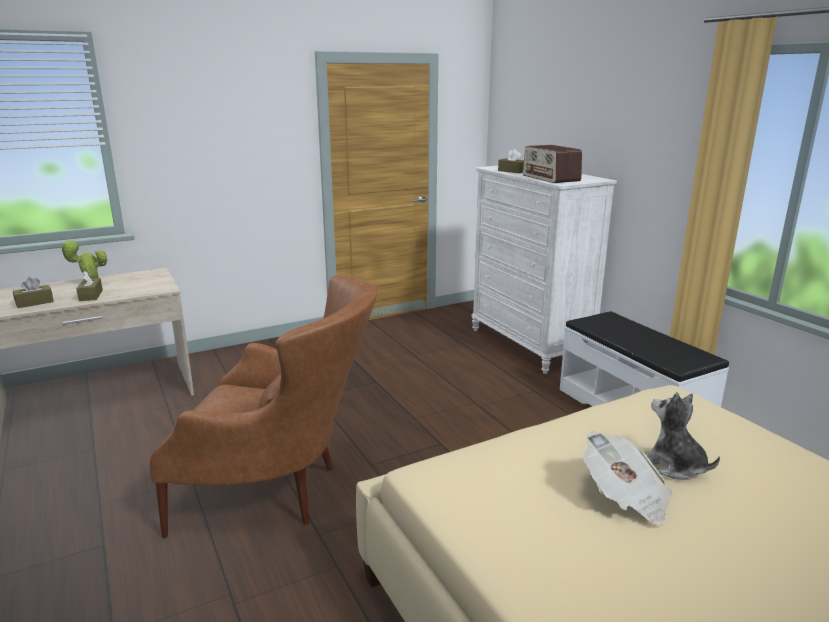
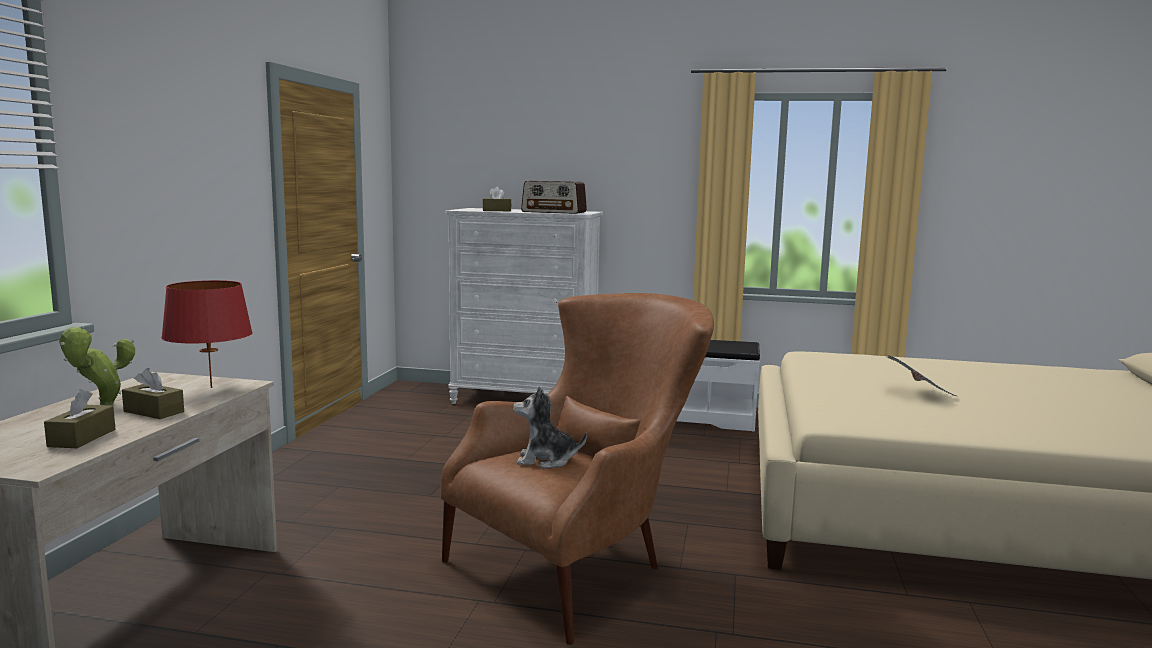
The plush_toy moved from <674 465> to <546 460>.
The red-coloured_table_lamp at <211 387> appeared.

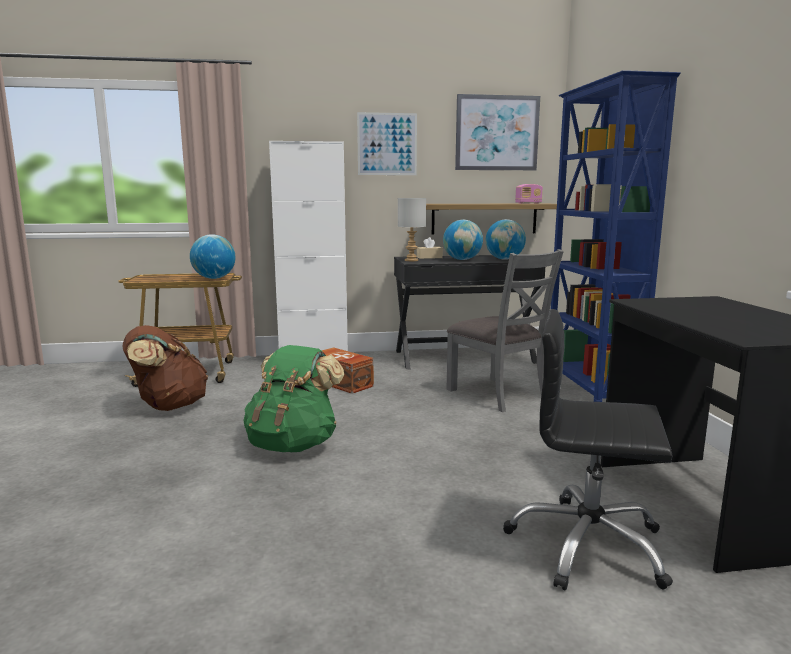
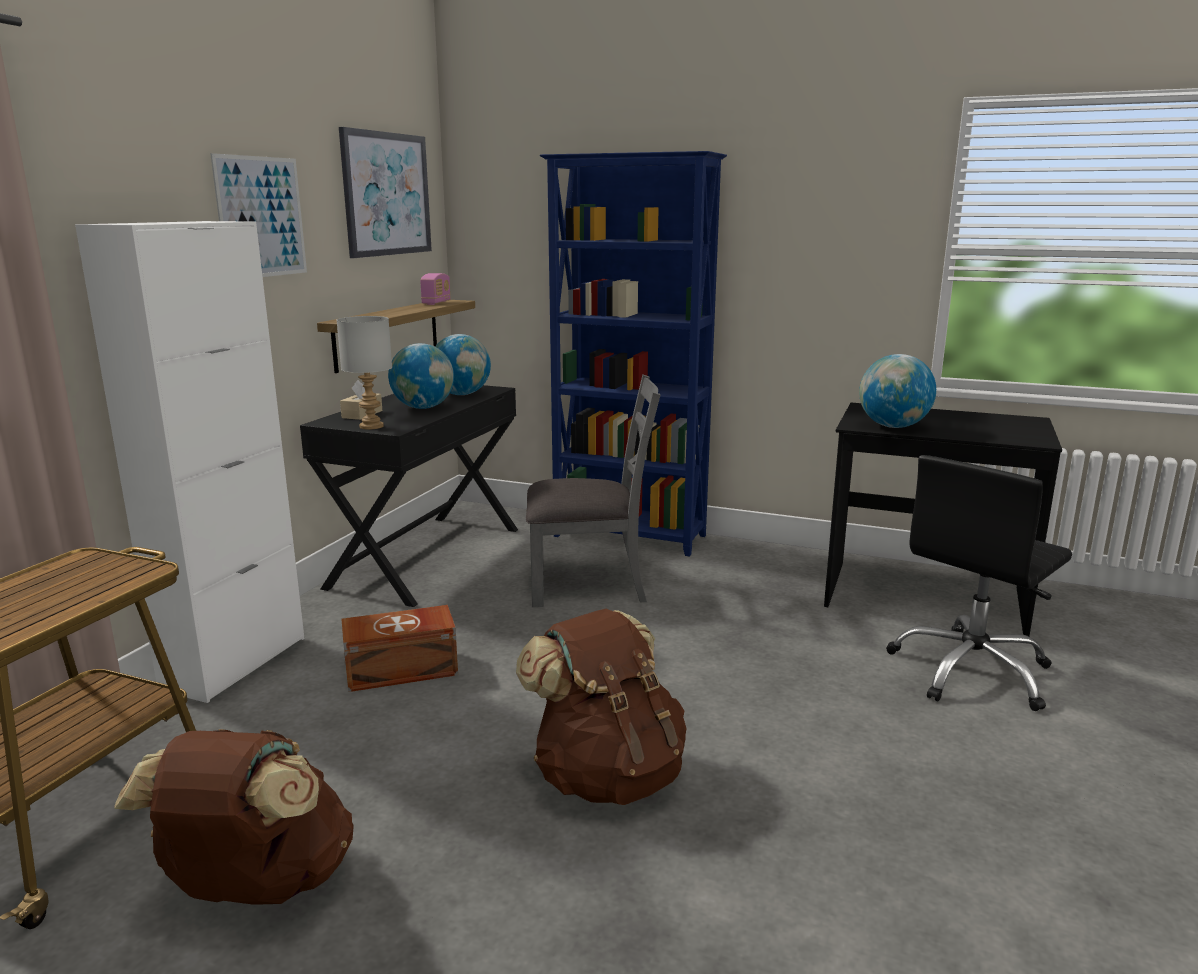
The desk_globe moved from <214 278> to <893 427>.
The green-coloured_knapsack at <293 444> became the brown_knapsack at <607 775>.

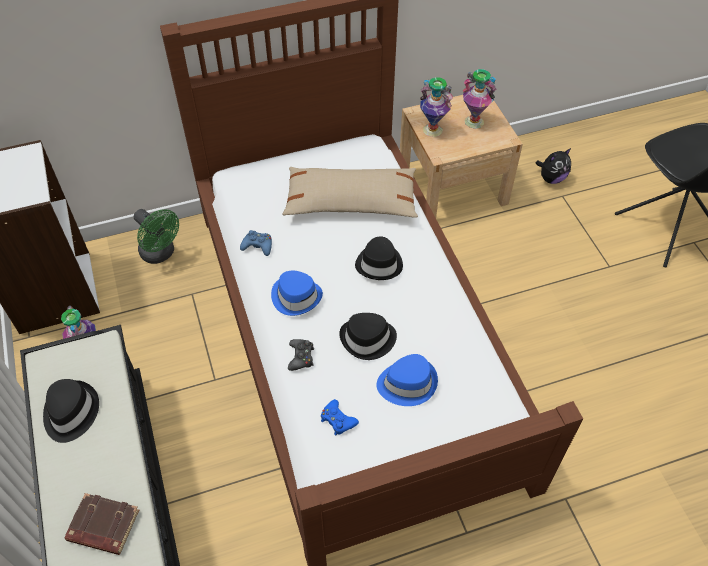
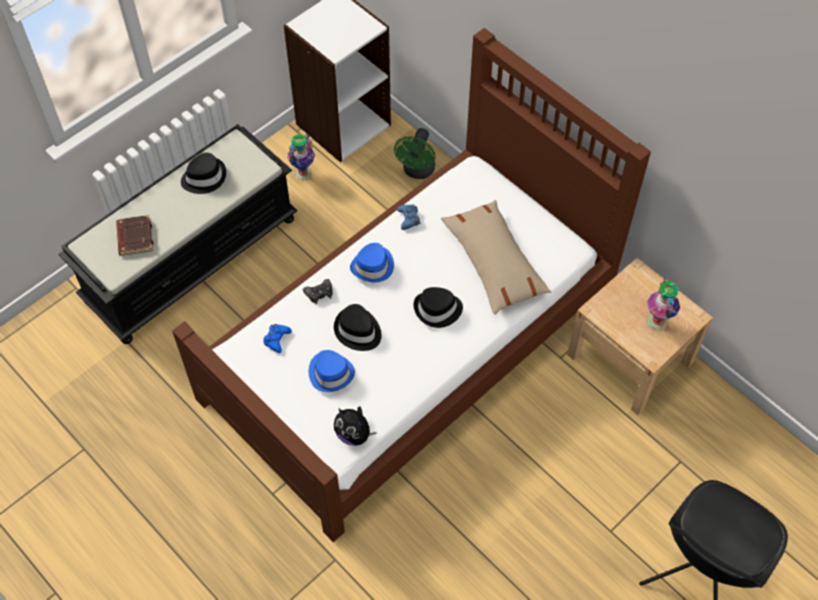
The decorative_vase at <432 130> disappeared.
The plush_toy moved from <551 178> to <354 434>.

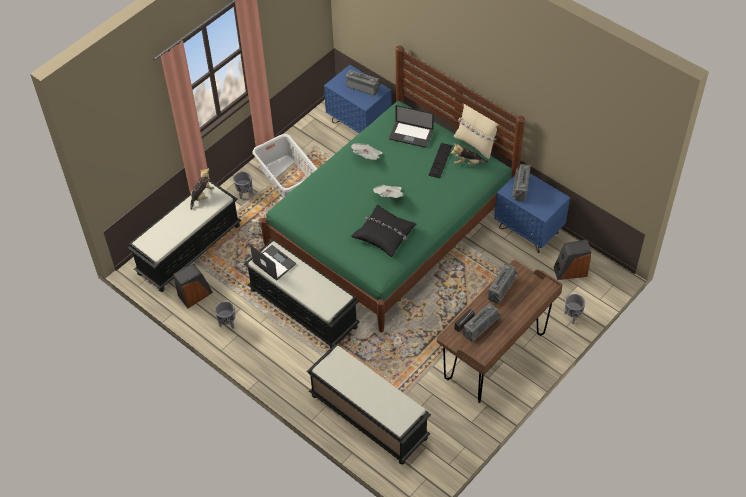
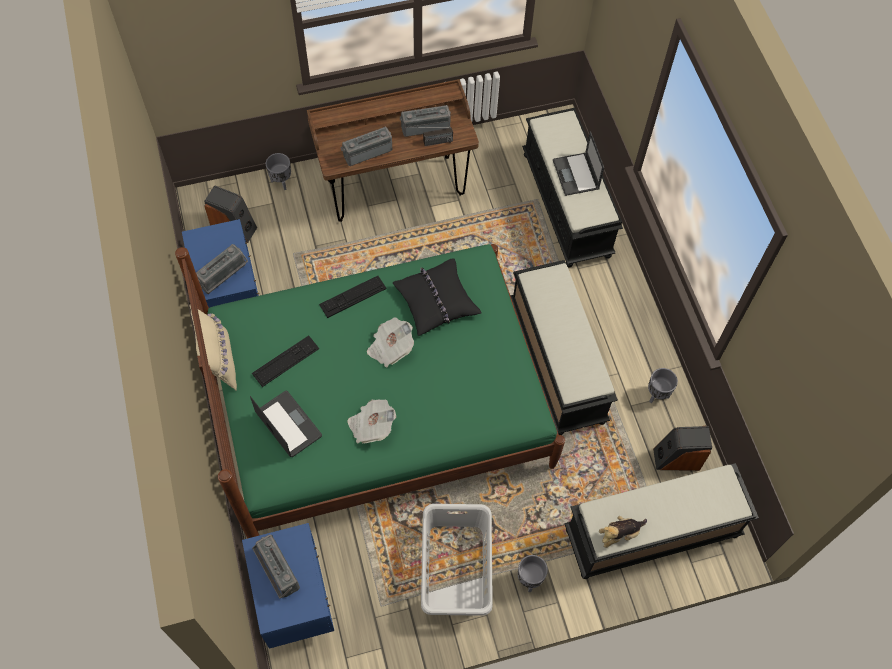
The notebook_computer moved from <273 262> to <576 175>.
The plush_toy at <467 163> disappeared.
The keyboard at <352 296> appeared.

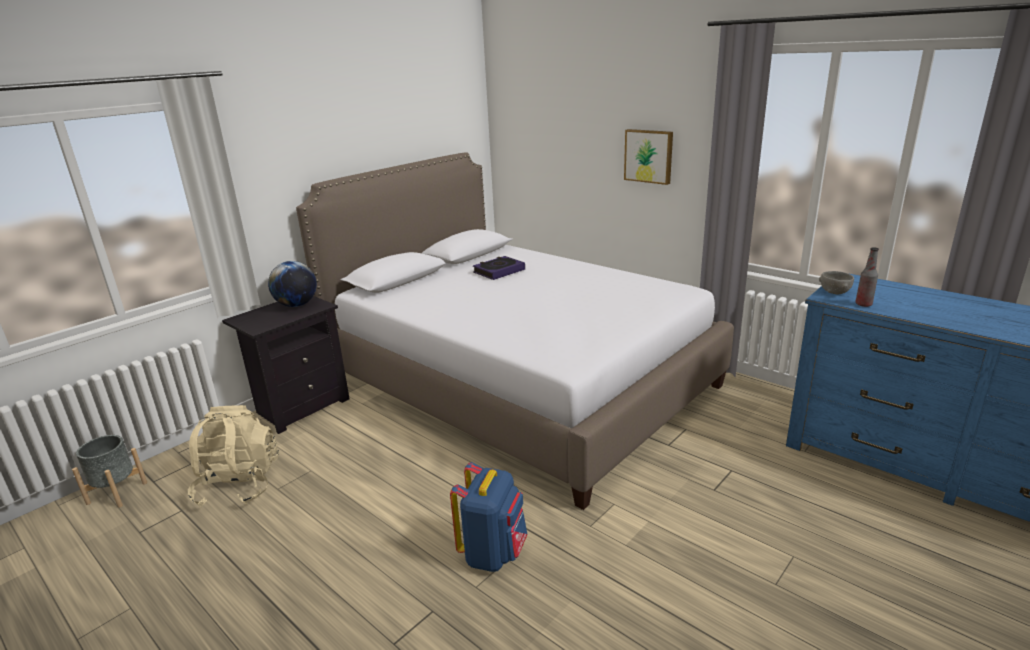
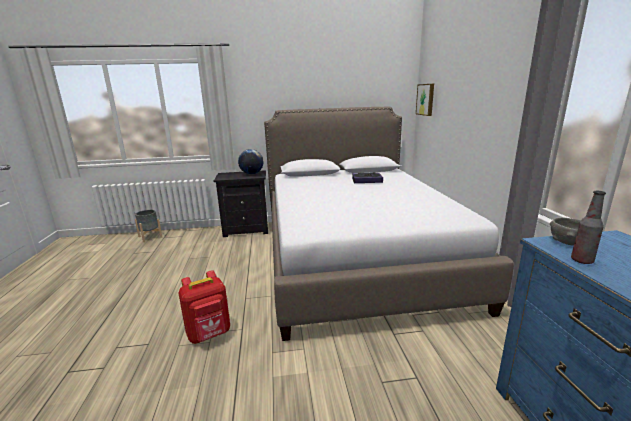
The beige-coloured_knapsack at <239 485> disappeared.
The blue_knapsack at <493 553> became the red-coloured_knapsack at <209 334>.
The picture moved from <649 156> to <426 99>.

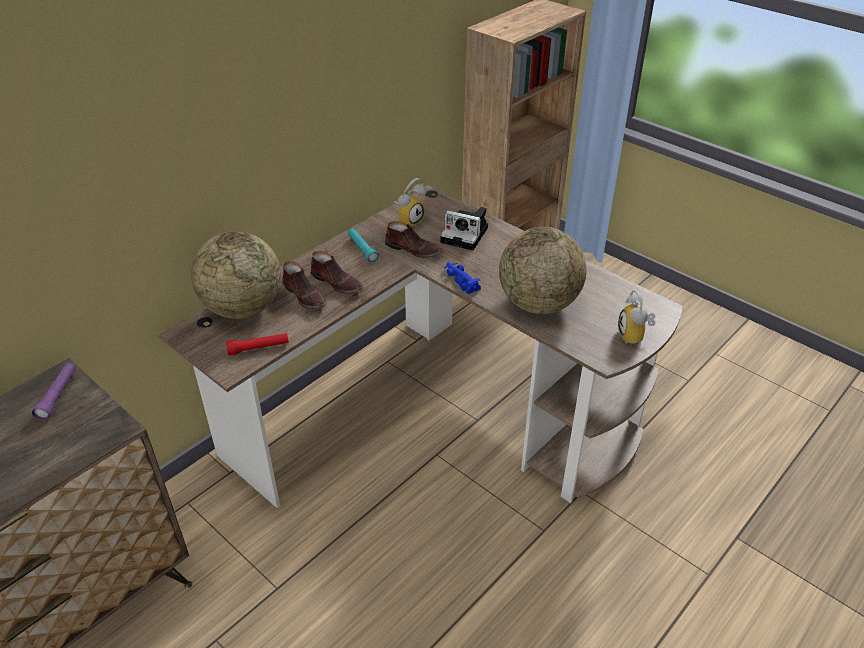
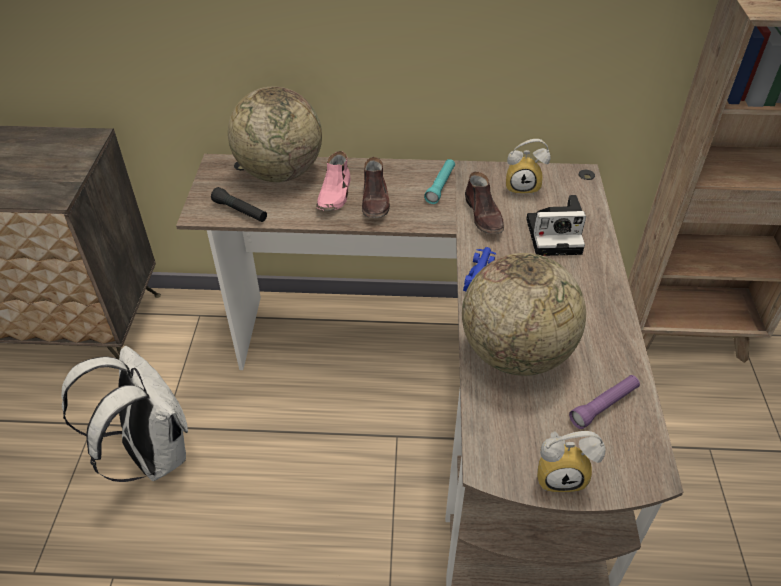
The purple-coloured_torch moved from <58 396> to <604 406>.
The red-coloured_torch at <258 348> became the black-coloured_torch at <240 211>.
The brown_shoe at <305 296> became the pink_shoe at <335 194>.
The still_camera at <466 235> turned 75 degrees counterclockwise.
The table_clock at <635 337> turned 135 degrees counterclockwise.
The white_knapsack at <151 454> appeared.

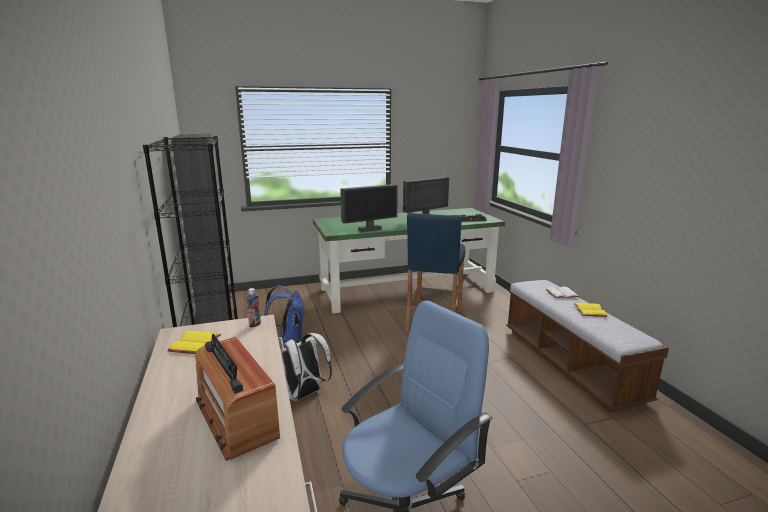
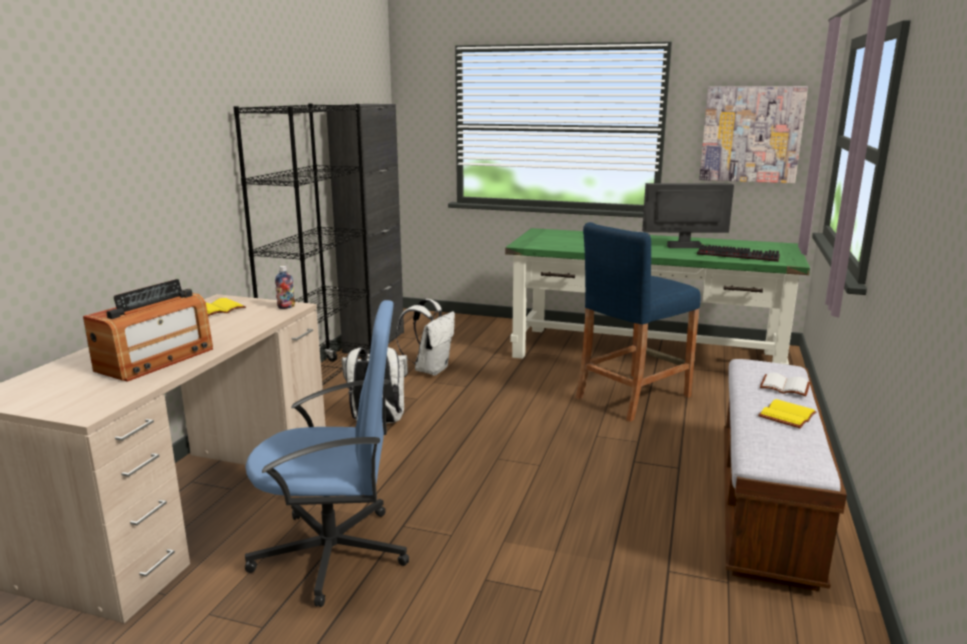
The radio at <236 418> turned 150 degrees counterclockwise.
The blue_knapsack at <289 339> became the white_knapsack at <430 369>.
The computer_display at <369 230> disappeared.
The picture at <751 134> appeared.

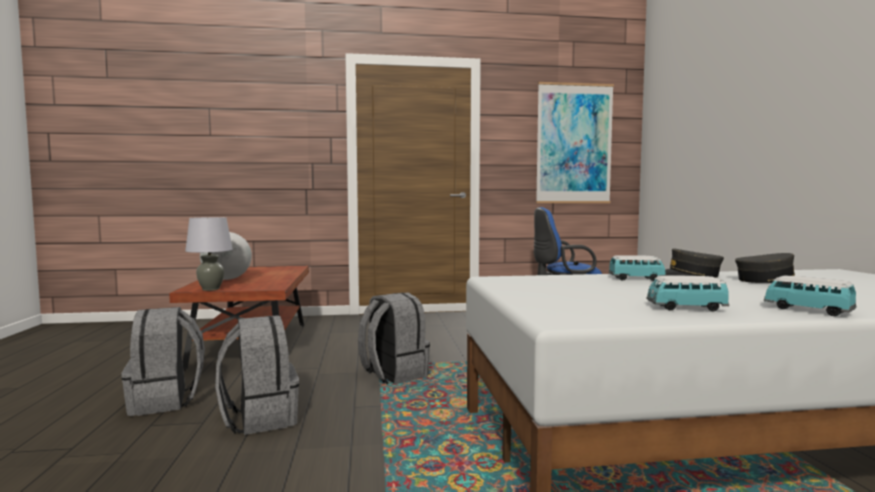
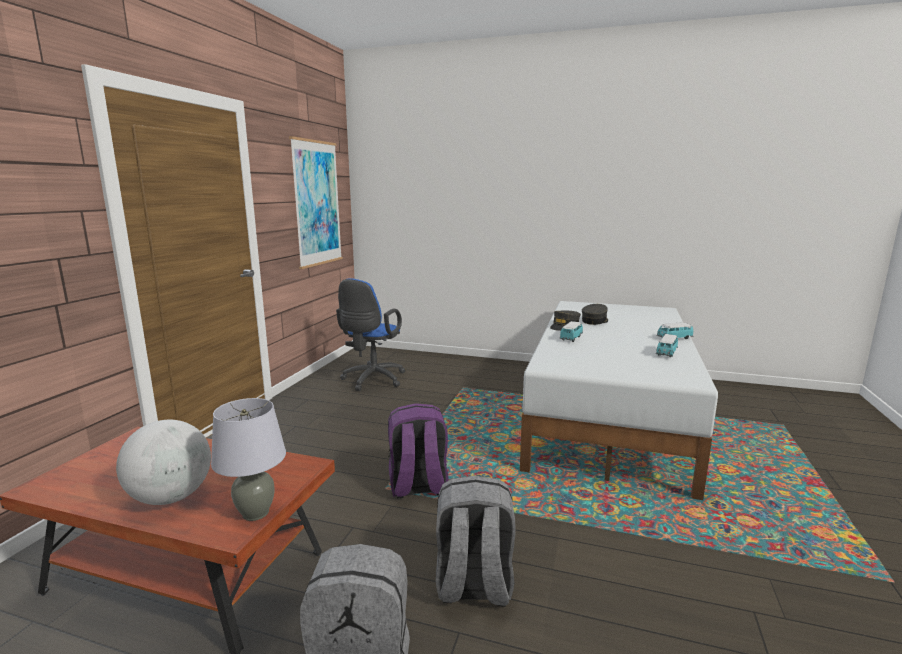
The greyish_knapsack at <393 375> became the purple-coloured_knapsack at <418 486>.

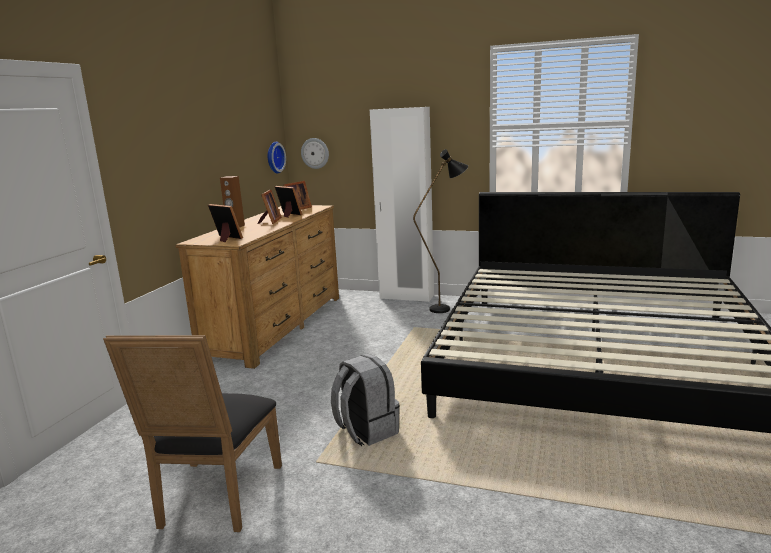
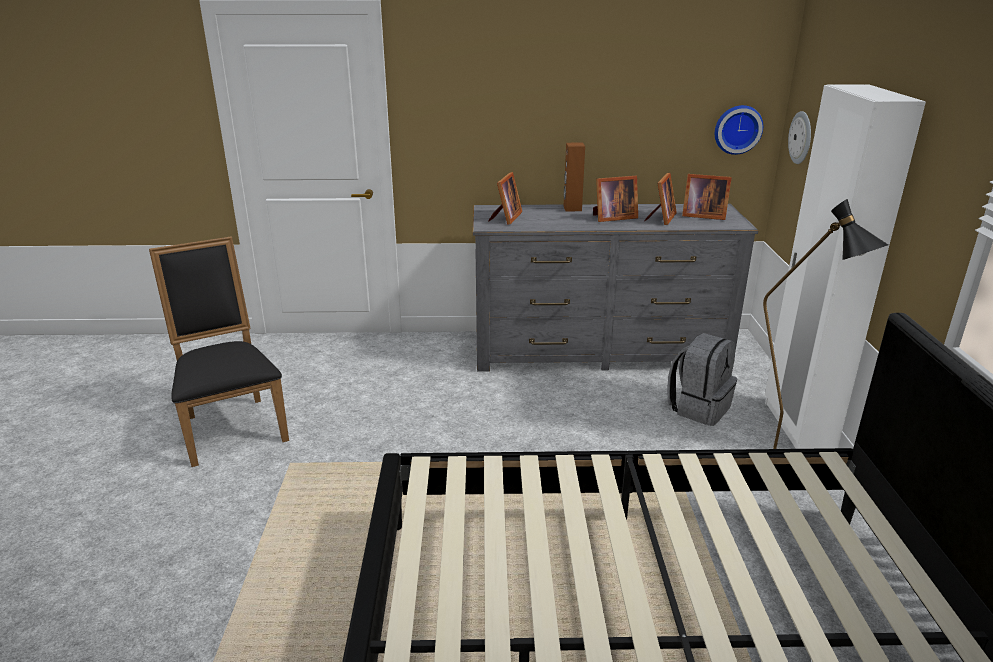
The black-coloured_upright_chair at <215 499> turned 75 degrees clockwise.
The brown_chest_of_drawers at <277 326> became the greyish_chest_of_drawers at <599 351>.
The greyish_knapsack moved from <366 431> to <699 408>.

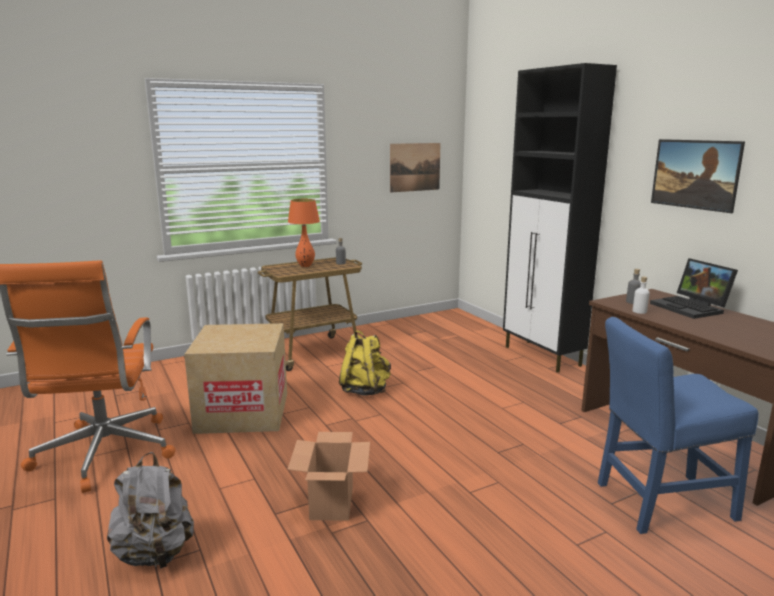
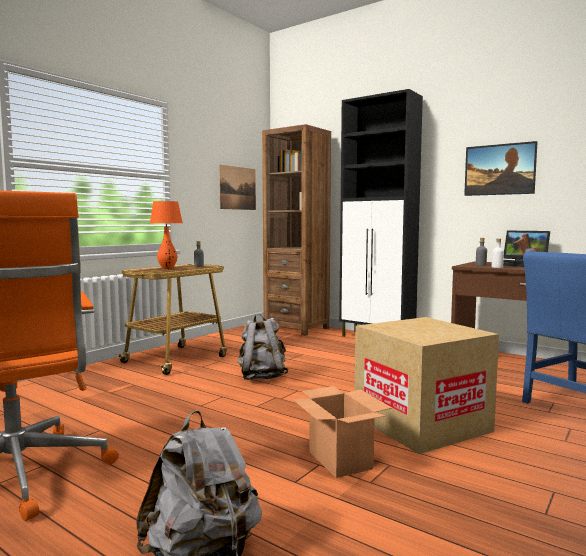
The packing_box moved from <243 412> to <421 423>.
The yellow_knapsack at <365 390> became the greyish_knapsack at <262 377>.
The brown_bookcase at <296 328> appeared.

